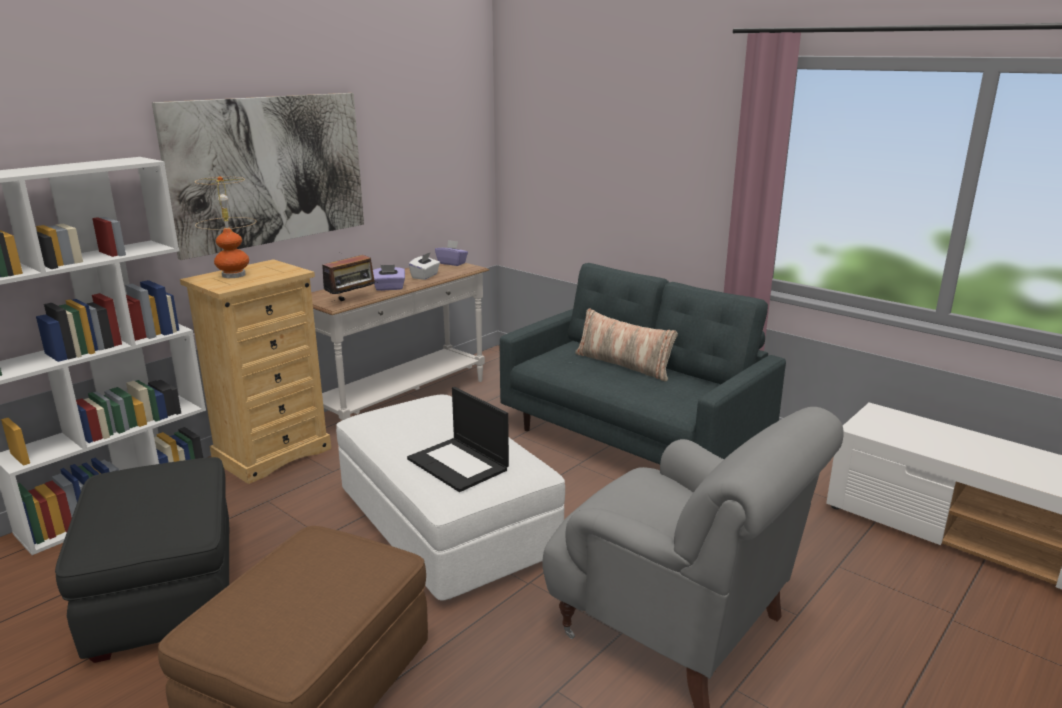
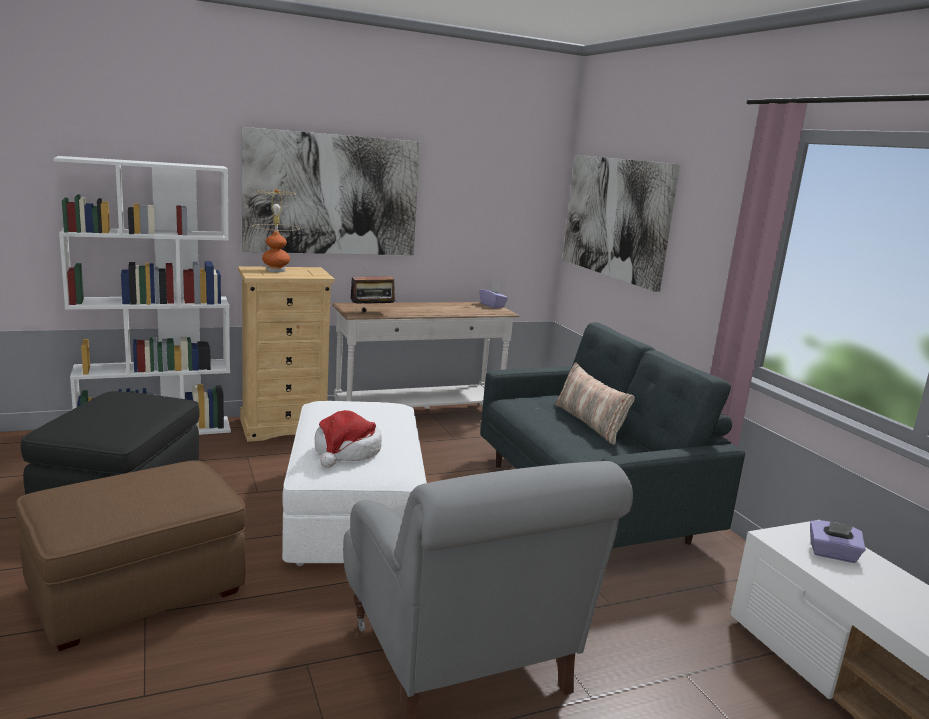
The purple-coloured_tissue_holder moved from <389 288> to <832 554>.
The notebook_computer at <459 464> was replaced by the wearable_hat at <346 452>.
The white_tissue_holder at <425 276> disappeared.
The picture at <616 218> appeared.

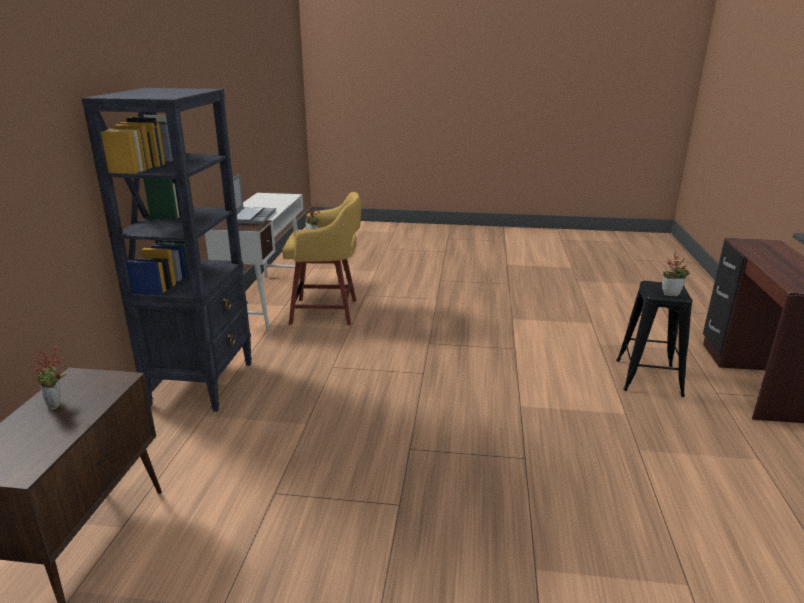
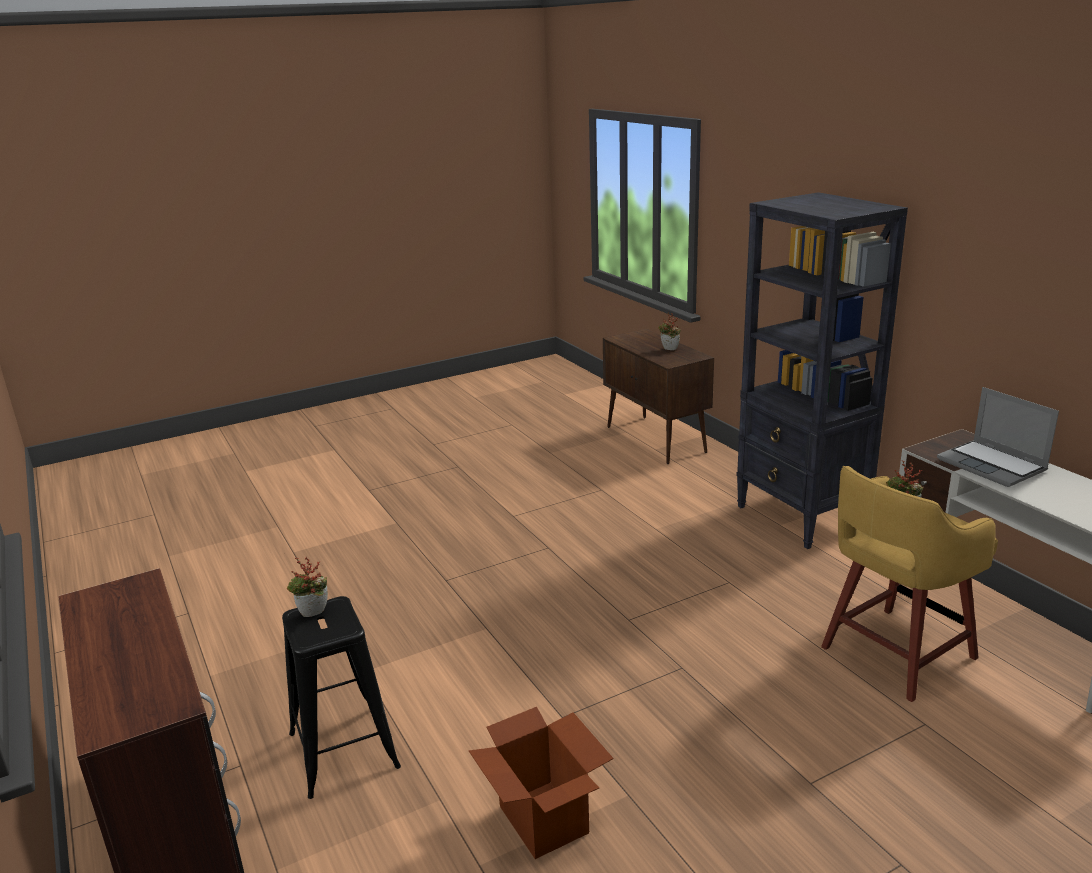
The packing_box at <544 820> appeared.

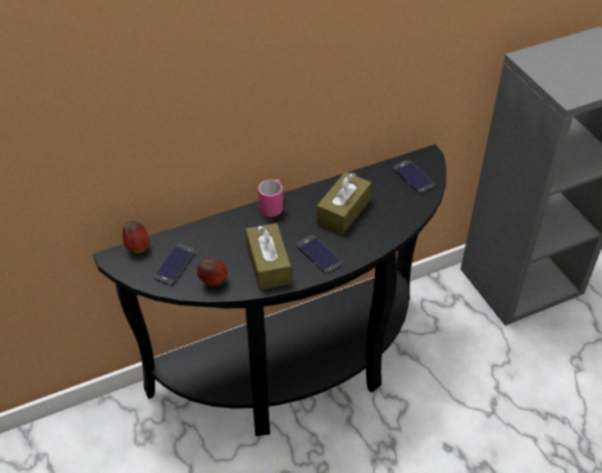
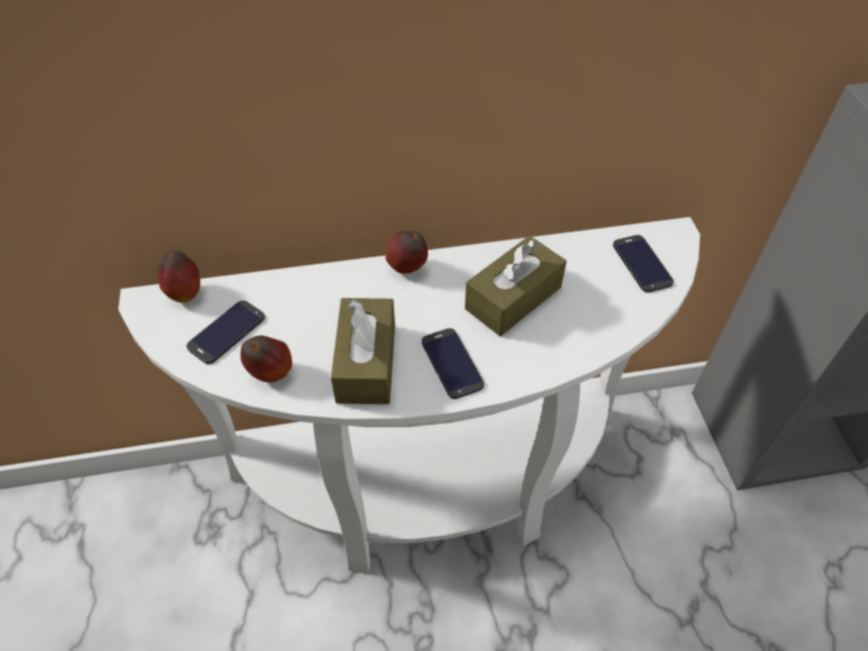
The black-coloured_narrow_table at <297 370> became the white_narrow_table at <431 487>.
The pink_coffee_mug at <273 207> was replaced by the apple_fruit at <407 269>.

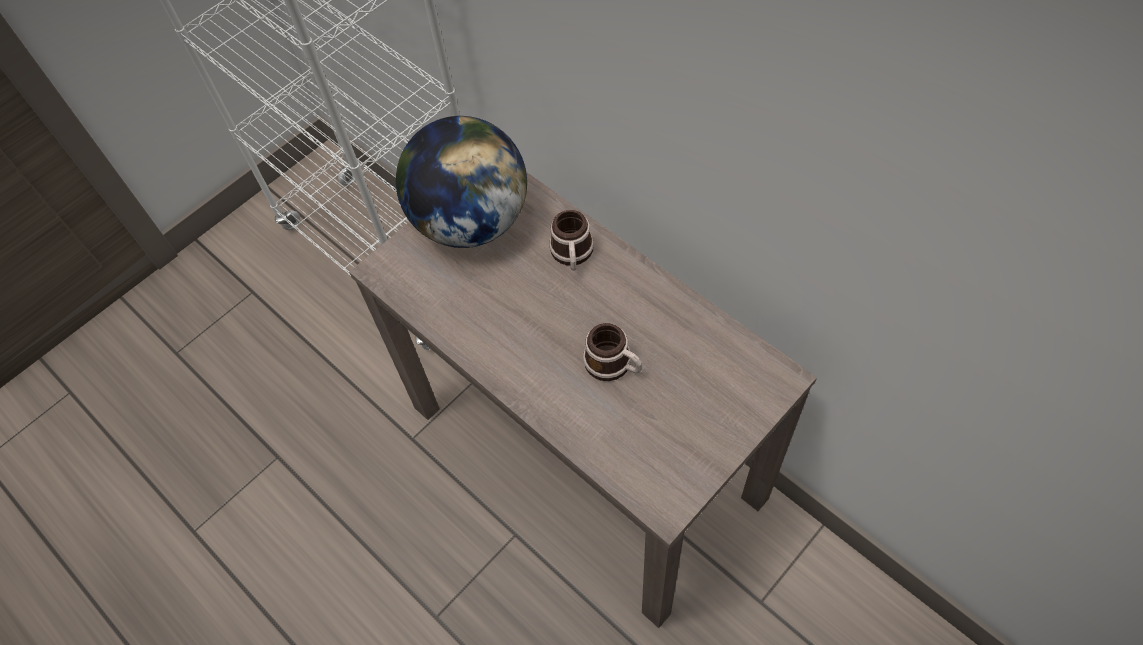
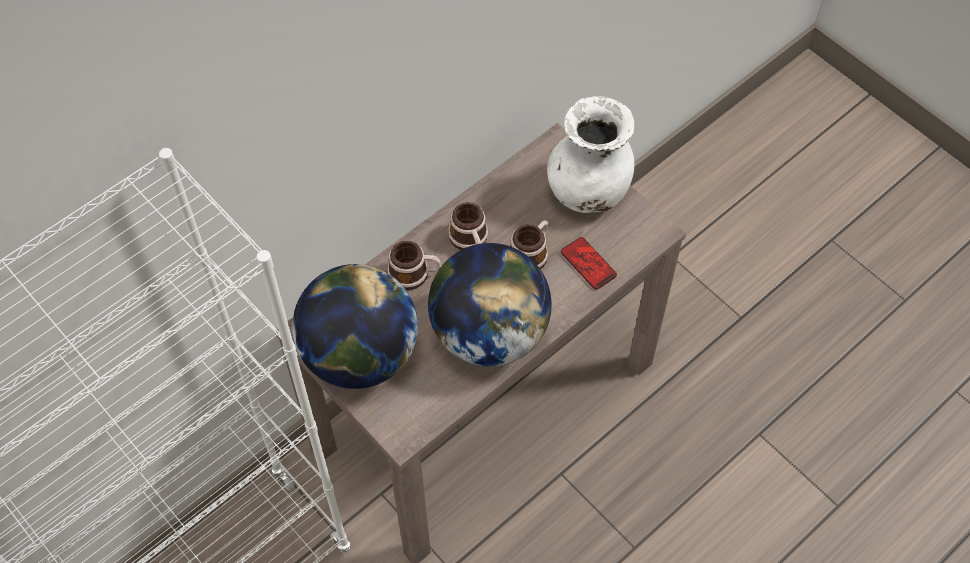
The desk_globe at <489 333> appeared.
The coffee_mug at <470 241> appeared.
The white_decorative_vase at <588 190> appeared.
The telephone at <588 264> appeared.

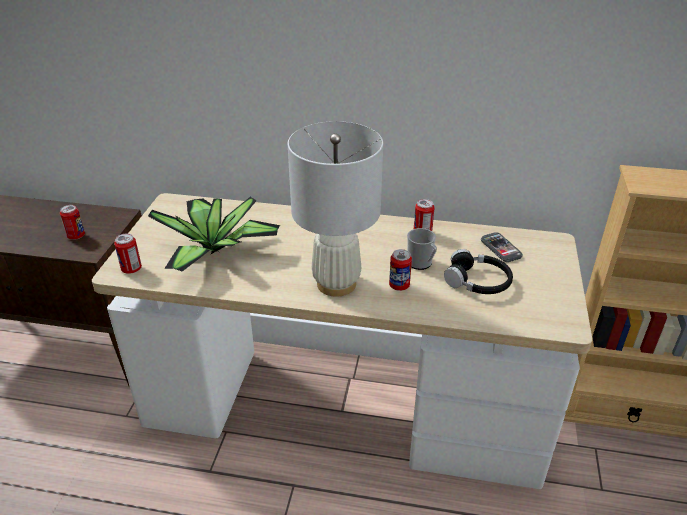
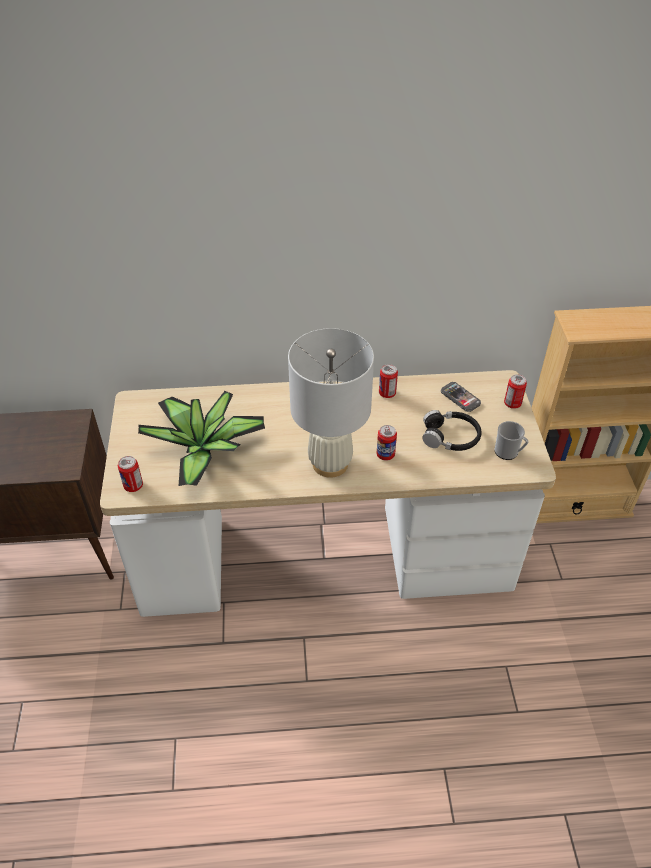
The sealed_can moved from <76 236> to <512 404>.
The coffee_mug moved from <421 263> to <508 452>.

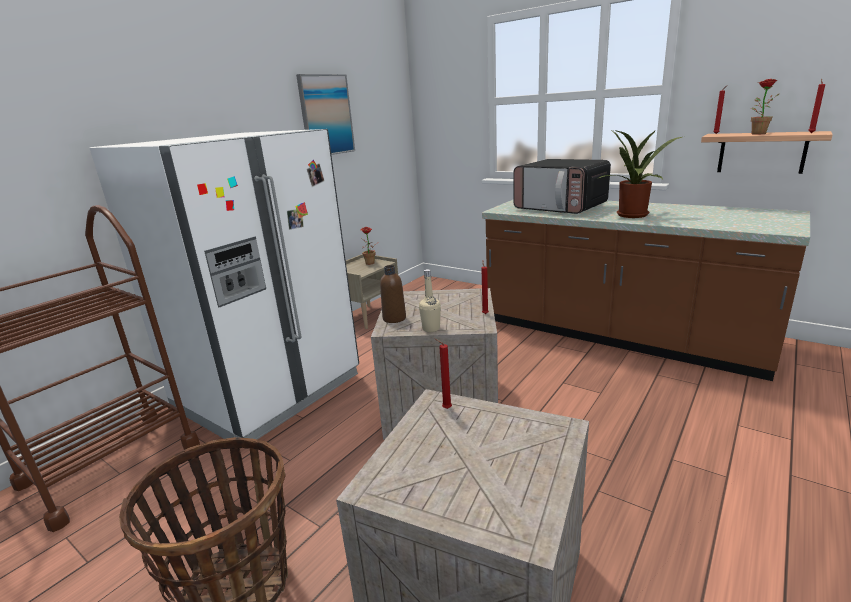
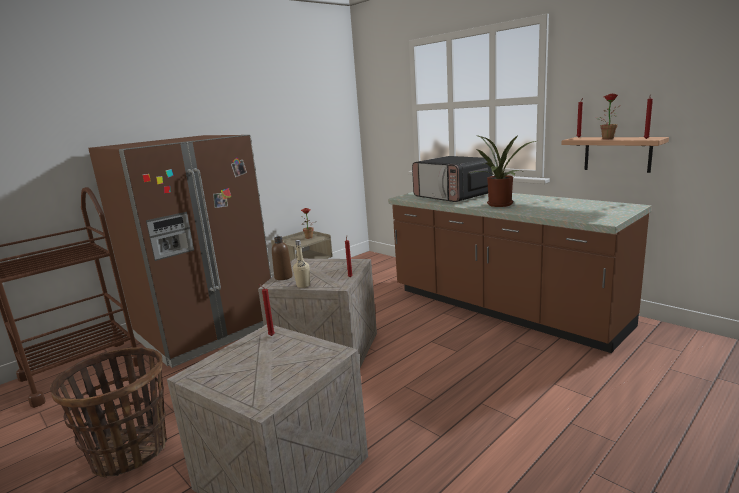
The white_kitchen_fridge at <269 391> became the brown_kitchen_fridge at <207 332>.
The picture at <326 115> disappeared.

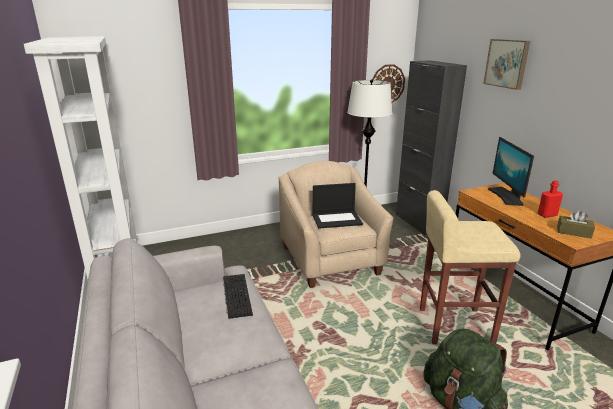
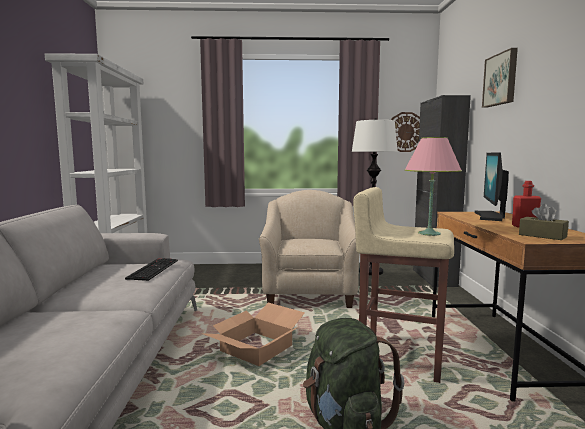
The notebook_computer at <337 219> disappeared.
The packing_box at <256 348> appeared.
The pink_table_lamp at <429 233> appeared.

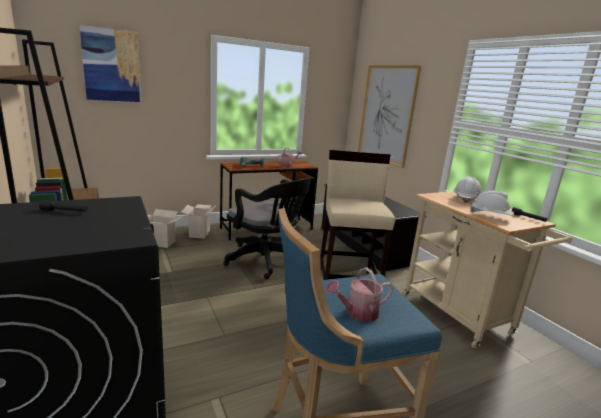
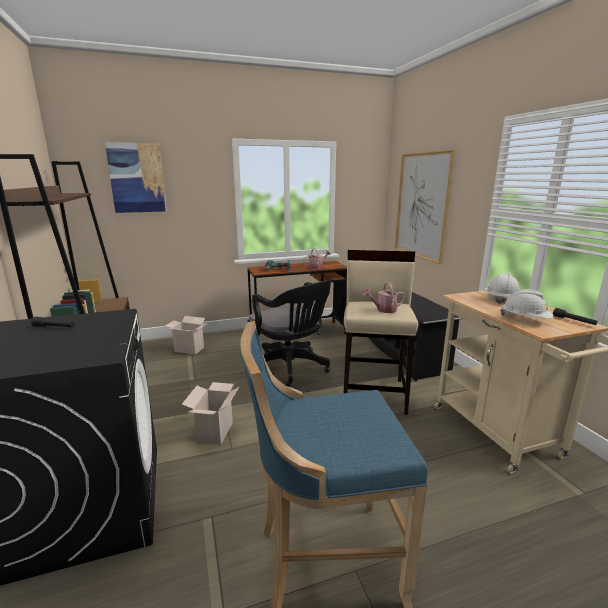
The packing_box moved from <199 233> to <214 431>.
The watering_pot moved from <358 313> to <383 310>.

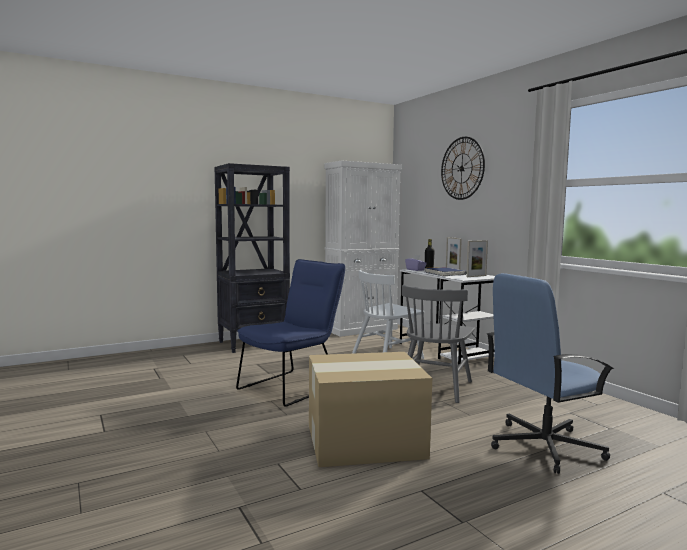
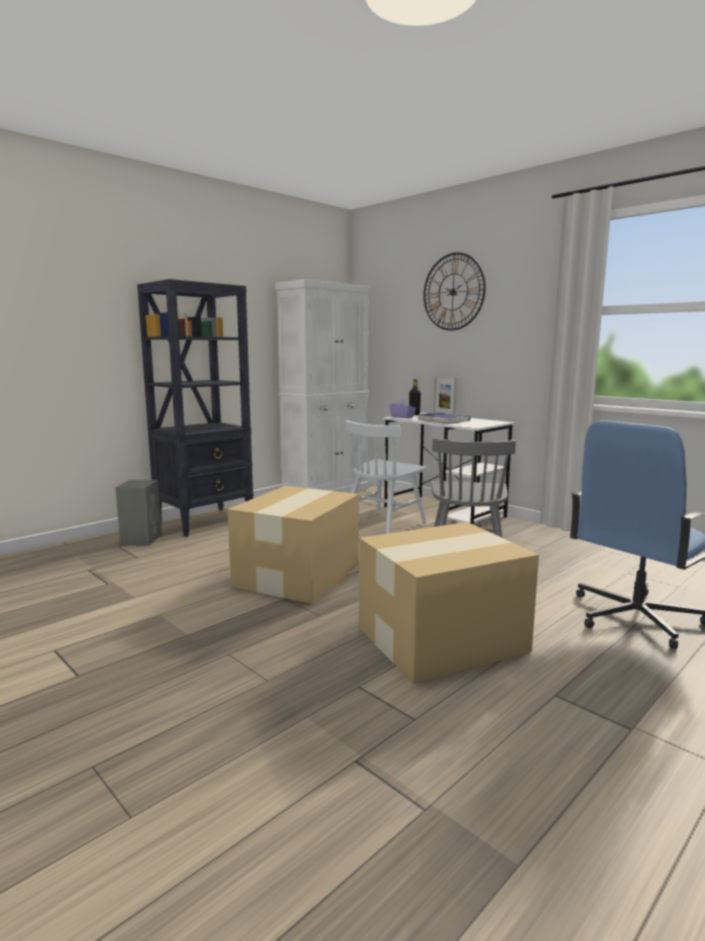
The blue_upright_chair at <293 386> was replaced by the packing_box at <299 575>.
The photo_frame at <476 276> disappeared.
The greyish_audio_speaker at <142 539> appeared.

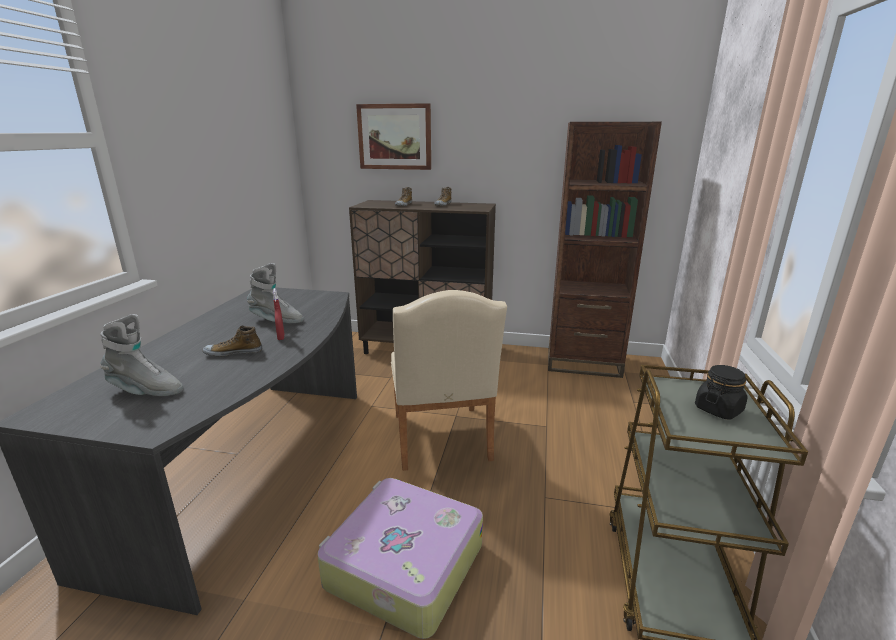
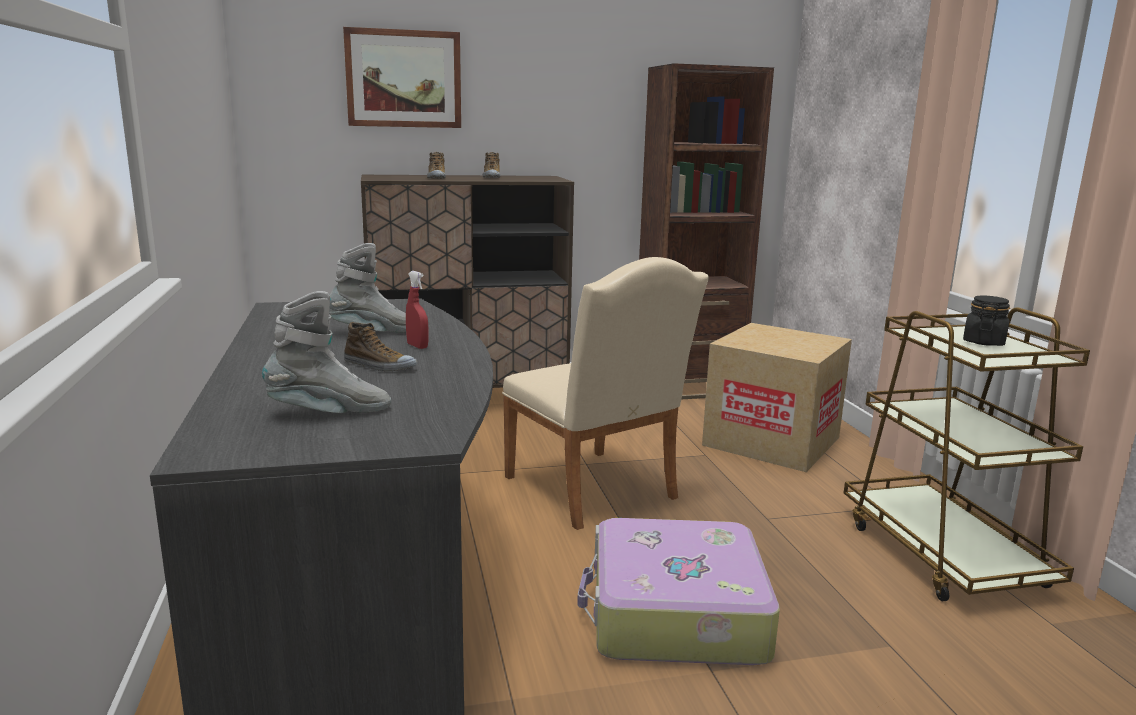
The shoe at <233 352> turned 120 degrees counterclockwise.
The packing_box at <771 441> appeared.

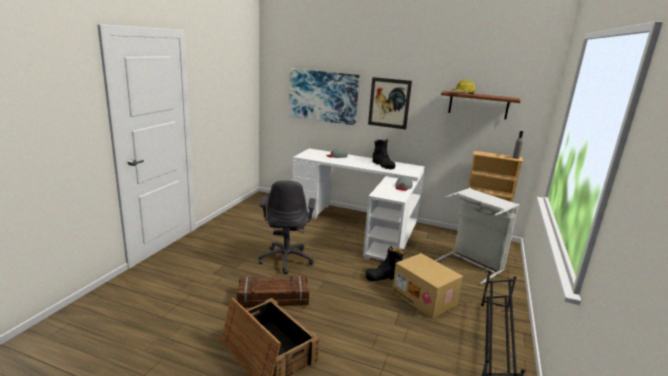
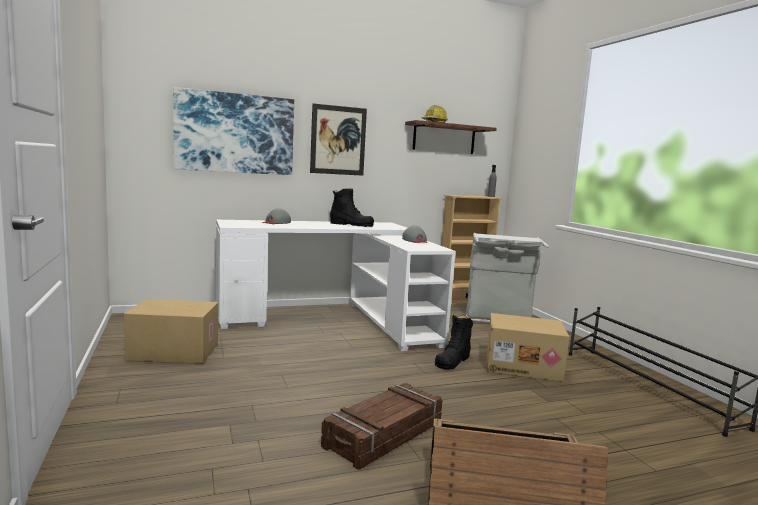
The greyish_desk_chair at <286 259> disappeared.
The packing_box at <172 352> appeared.

